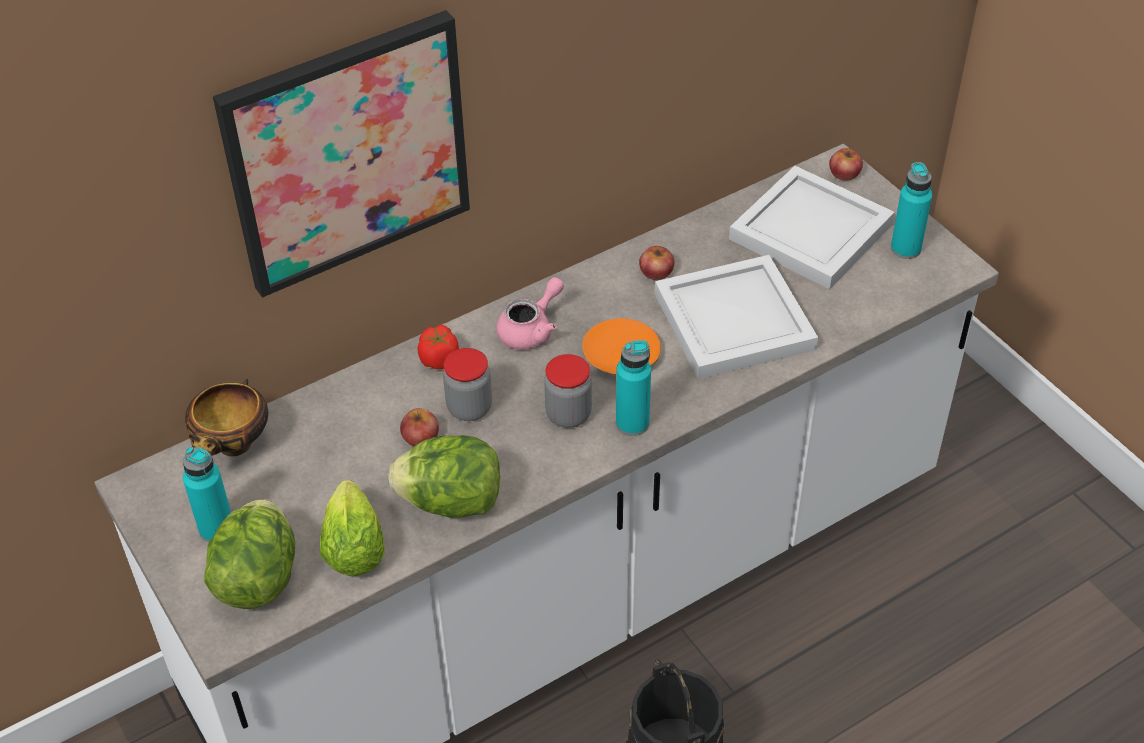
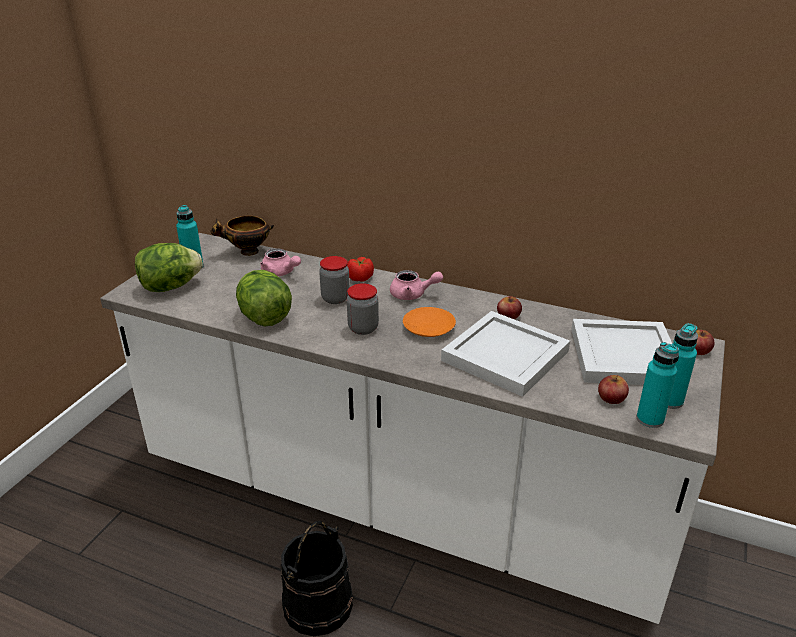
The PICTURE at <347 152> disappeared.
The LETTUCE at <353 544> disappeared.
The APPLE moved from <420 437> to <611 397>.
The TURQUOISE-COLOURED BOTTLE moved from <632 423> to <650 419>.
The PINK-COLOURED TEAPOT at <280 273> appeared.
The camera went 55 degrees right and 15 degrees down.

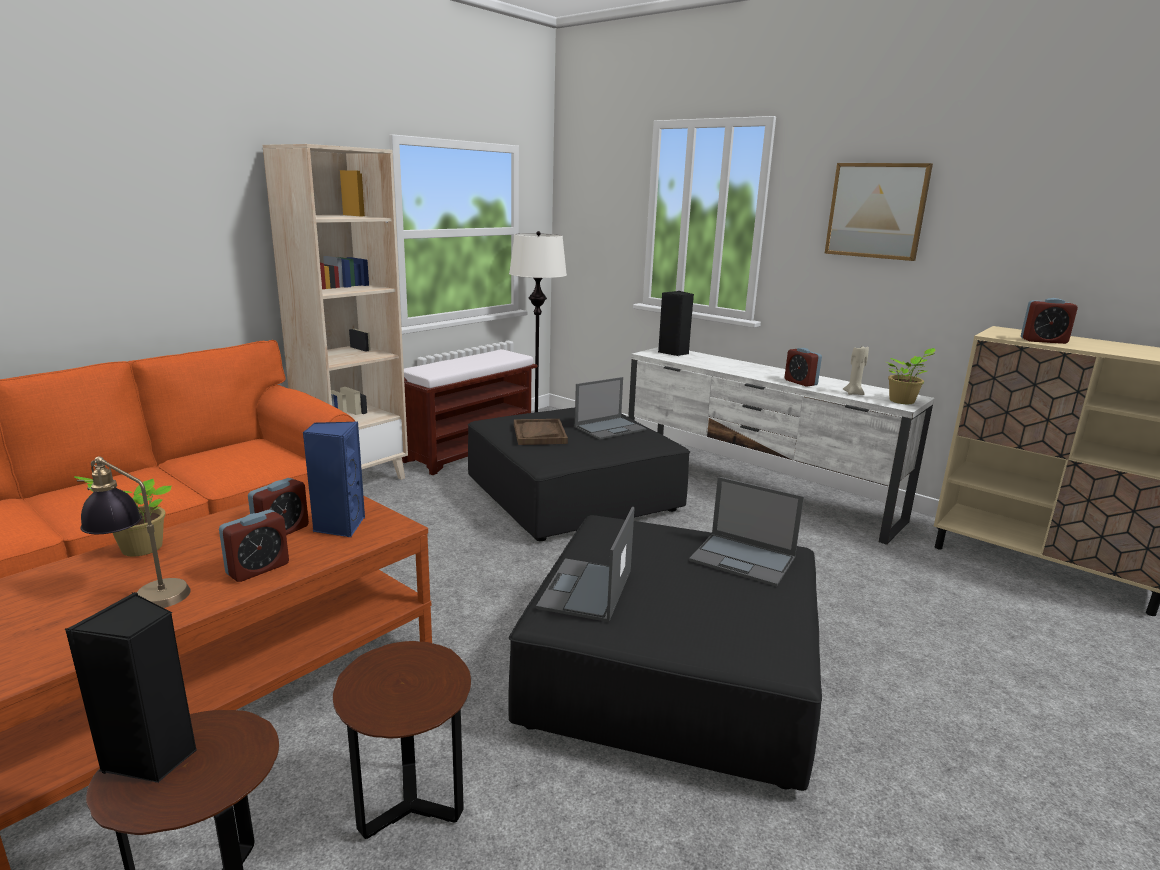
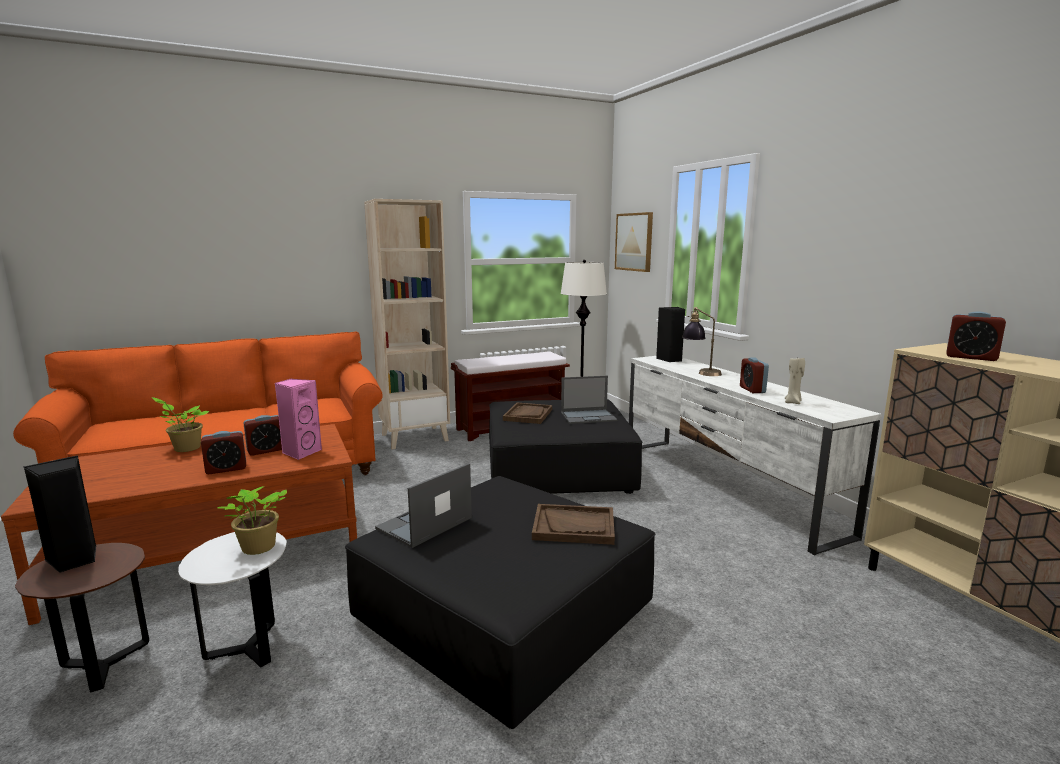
The LAMP FOR A TABLE moved from <143 593> to <700 372>.
The BLUE LOUDSPEAKER at <339 526> became the PINK-COLOURED LOUDSPEAKER at <301 452>.
The BROWN ACCENT TABLE at <410 806> became the WHITE-COLOURED ACCENT TABLE at <247 649>.
The NOTEBOOK COMPUTER at <744 559> was replaced by the BROWN SERVING TRAY at <574 526>.
The PICTURE moved from <876 211> to <634 242>.
The PLANT IN A POT moved from <903 402> to <257 548>.
The camera went 25 degrees right and 5 degrees down.

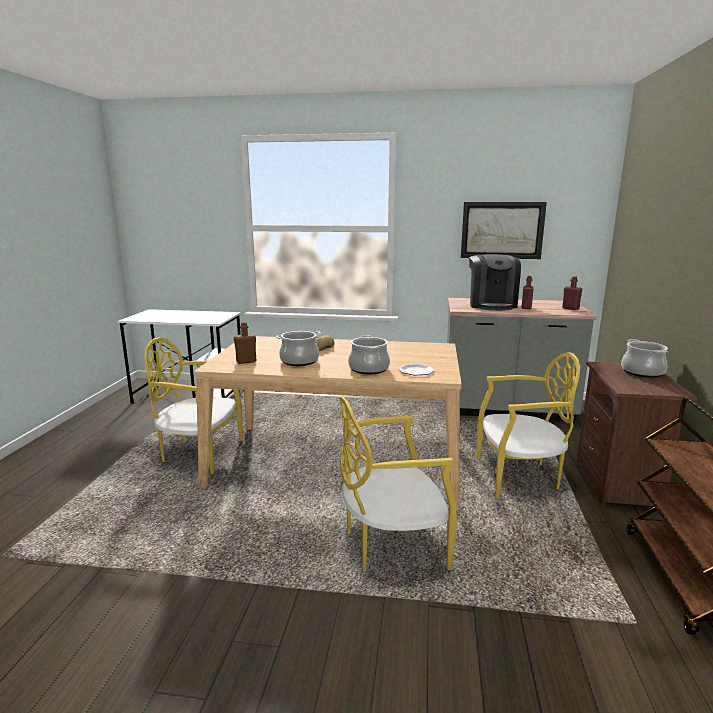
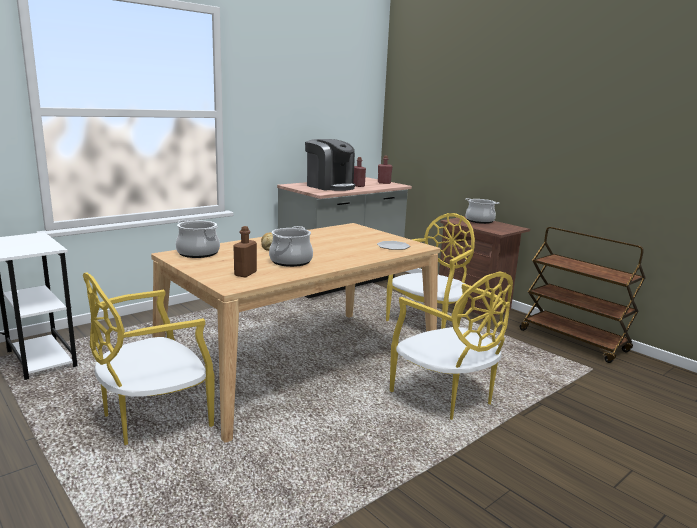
The YELLOW CHAIR at <391 545> turned 60 degrees counterclockwise.
The SAUCEPOT moved from <369 369> to <198 253>.
The PICTURE at <502 230> disappeared.
The camera went 50 degrees left and 0 degrees up.

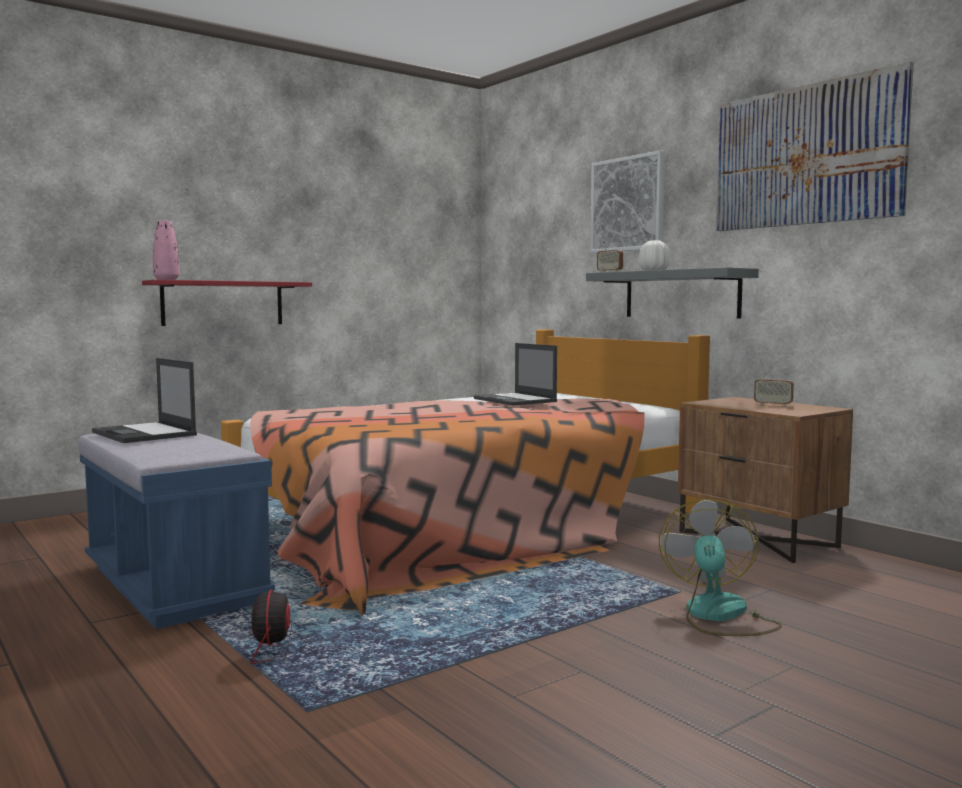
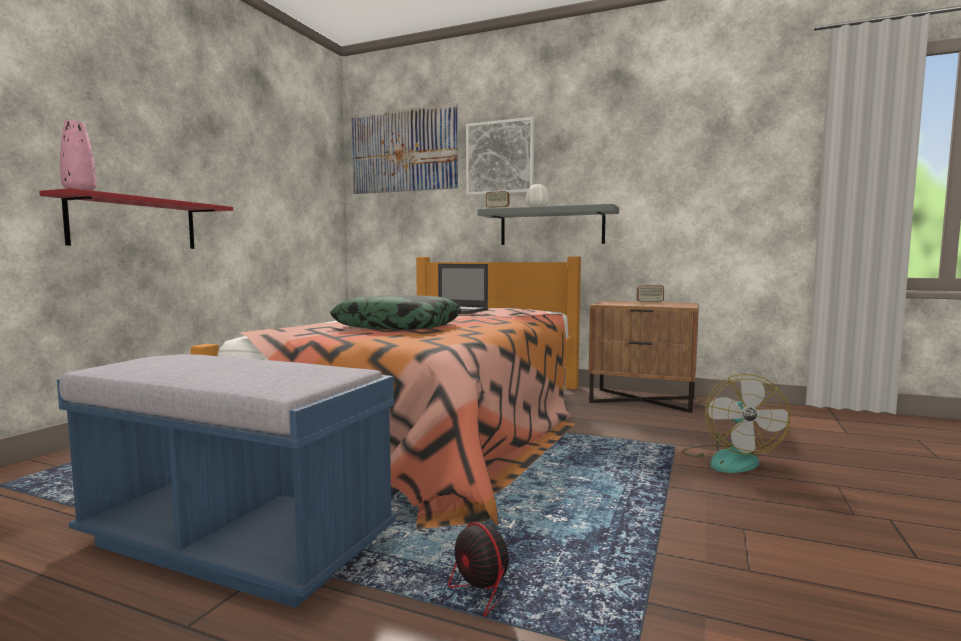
The NOTEBOOK COMPUTER at <145 434> disappeared.
The ELECTRIC FAN at <719 616> turned 150 degrees counterclockwise.
The PICTURE moved from <806 155> to <404 151>.
The THROW PILLOW at <398 326> appeared.
The camera went 30 degrees left and 0 degrees up.

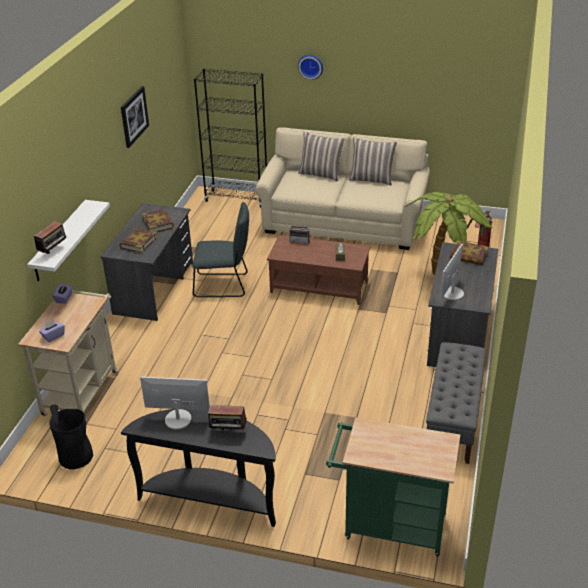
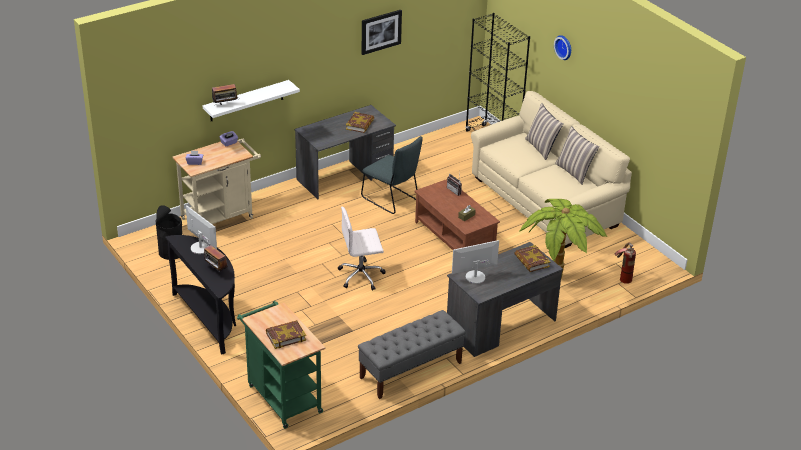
The BOUND BOOK moved from <138 242> to <285 336>.
The WHITE-COLOURED OFFICE CHAIR at <362 276> appeared.
The camera went 40 degrees right and 0 degrees up.

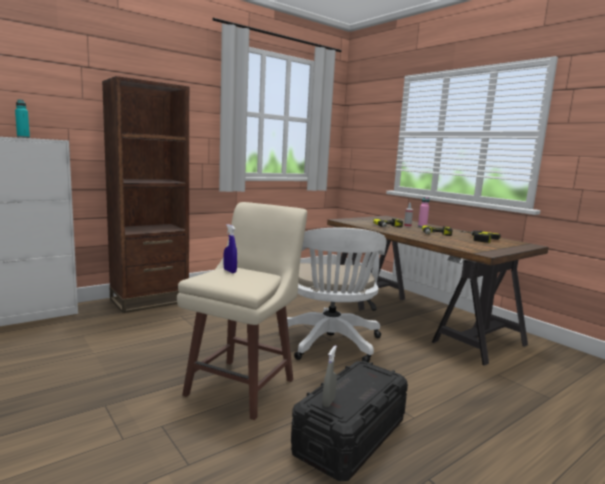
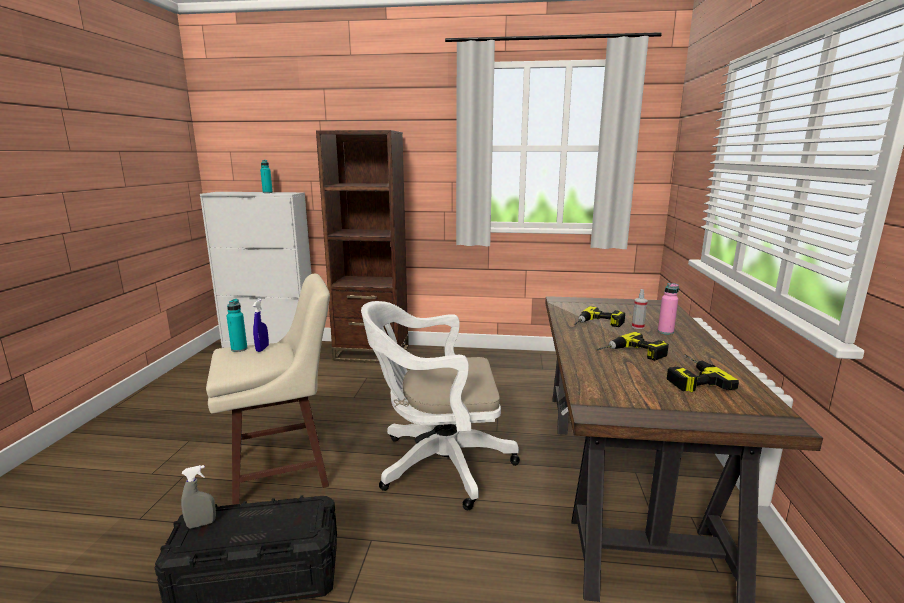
The WHITE-COLOURED OFFICE CHAIR at <330 344> turned 45 degrees clockwise.
The TURQUOISE-COLOURED BOTTLE at <239 349> appeared.
The camera went 45 degrees right and 5 degrees up.

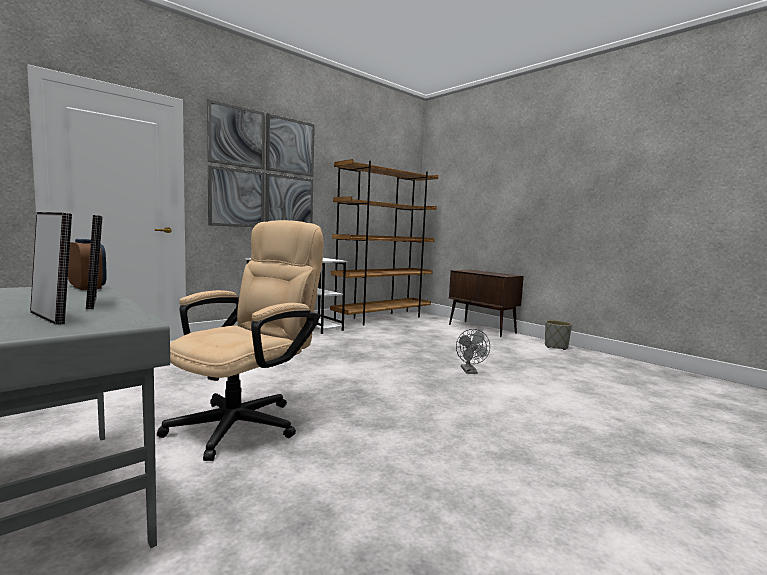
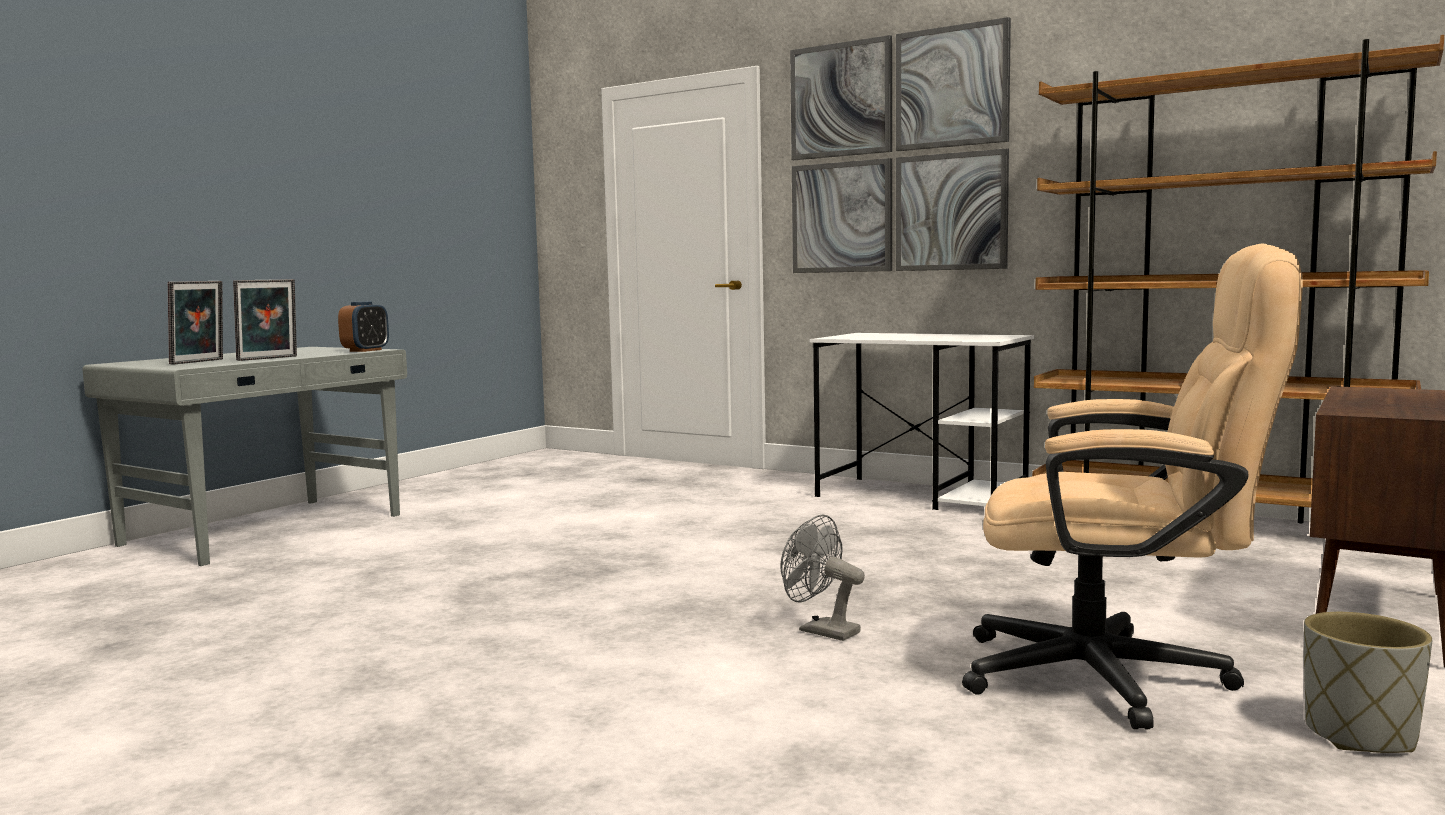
The SAND-COLOURED OFFICE CHAIR moved from <246 422> to <1120 678>.
The GRAY ELECTRIC FAN at <470 371> turned 60 degrees clockwise.
The camera went 75 degrees right and 0 degrees up.

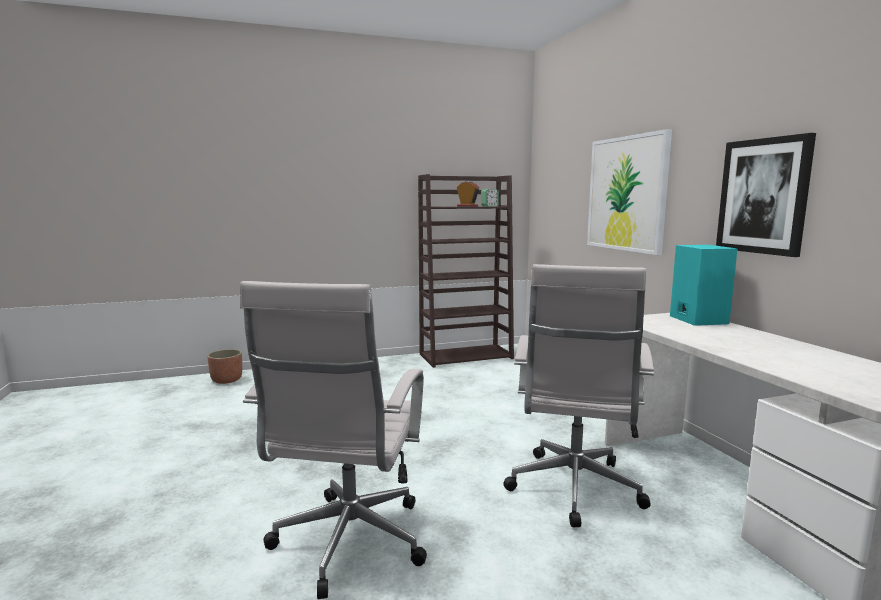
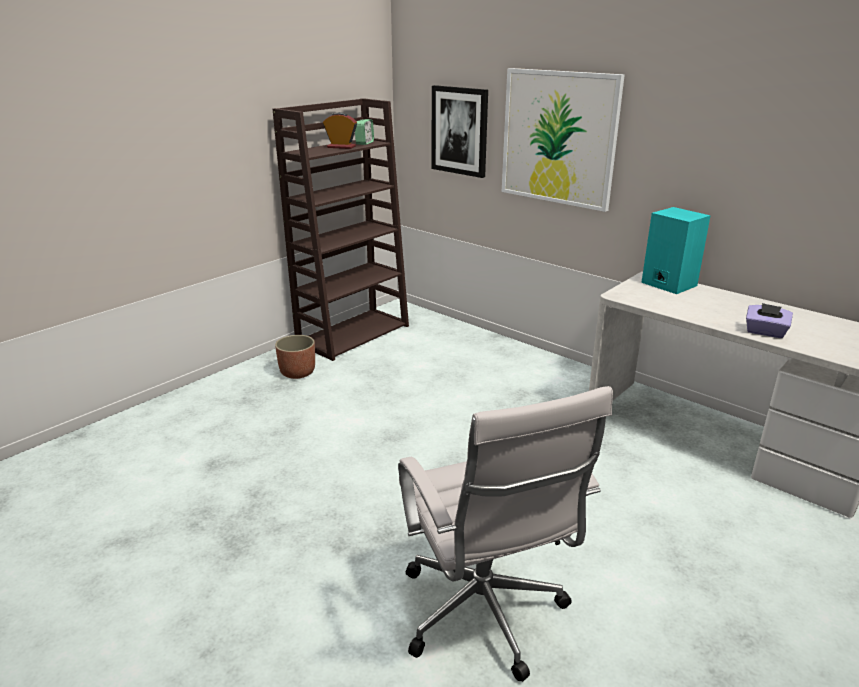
The PLANT POT moved from <227 380> to <298 372>.
The WHITE-COLOURED OFFICE CHAIR at <574 491> disappeared.
The PICTURE moved from <763 196> to <459 131>.
The PURPLE-COLOURED BOX OF TISSUES at <765 332> appeared.
The camera went 30 degrees left and 15 degrees up.

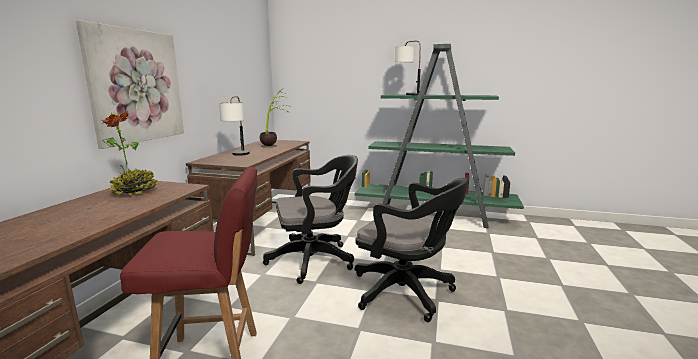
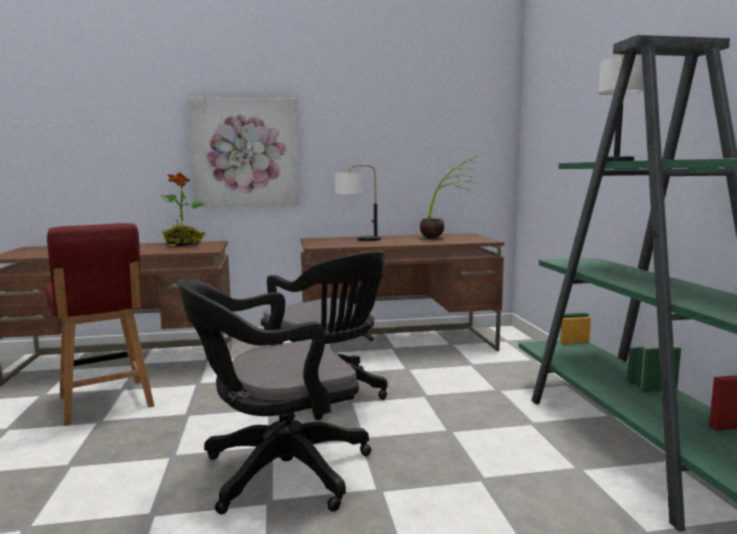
The BLACKISH OFFICE CHAIR at <407 293> turned 60 degrees clockwise.
The camera went 65 degrees right and 5 degrees down.

